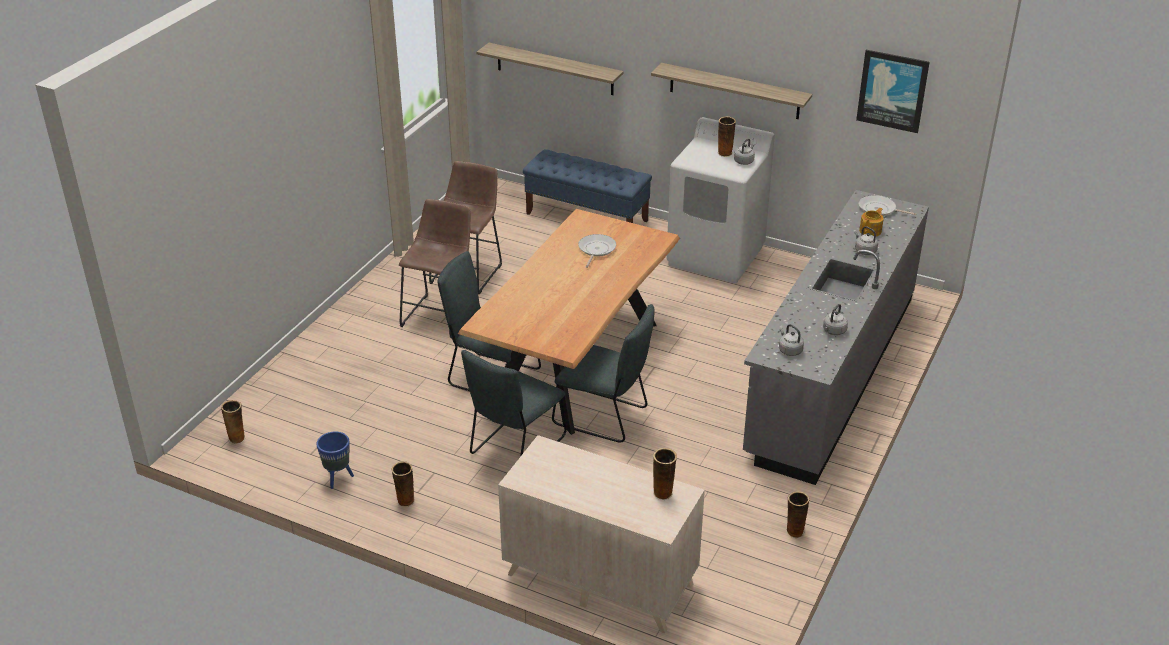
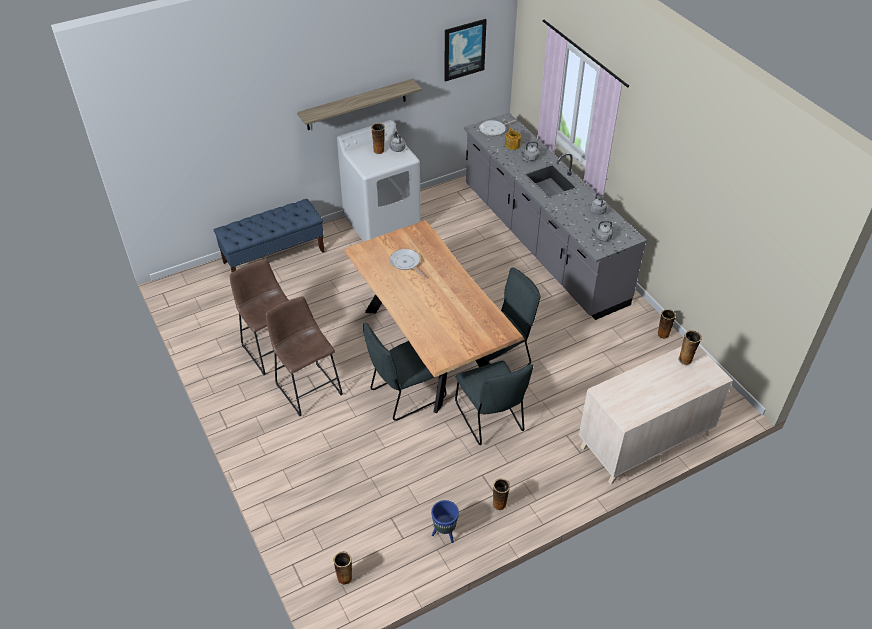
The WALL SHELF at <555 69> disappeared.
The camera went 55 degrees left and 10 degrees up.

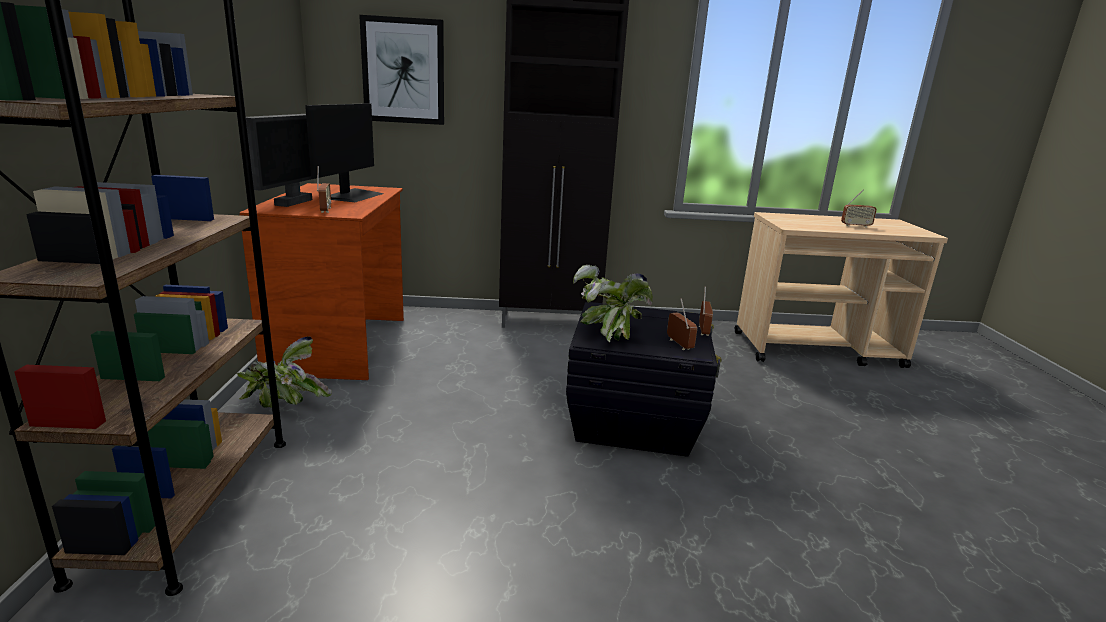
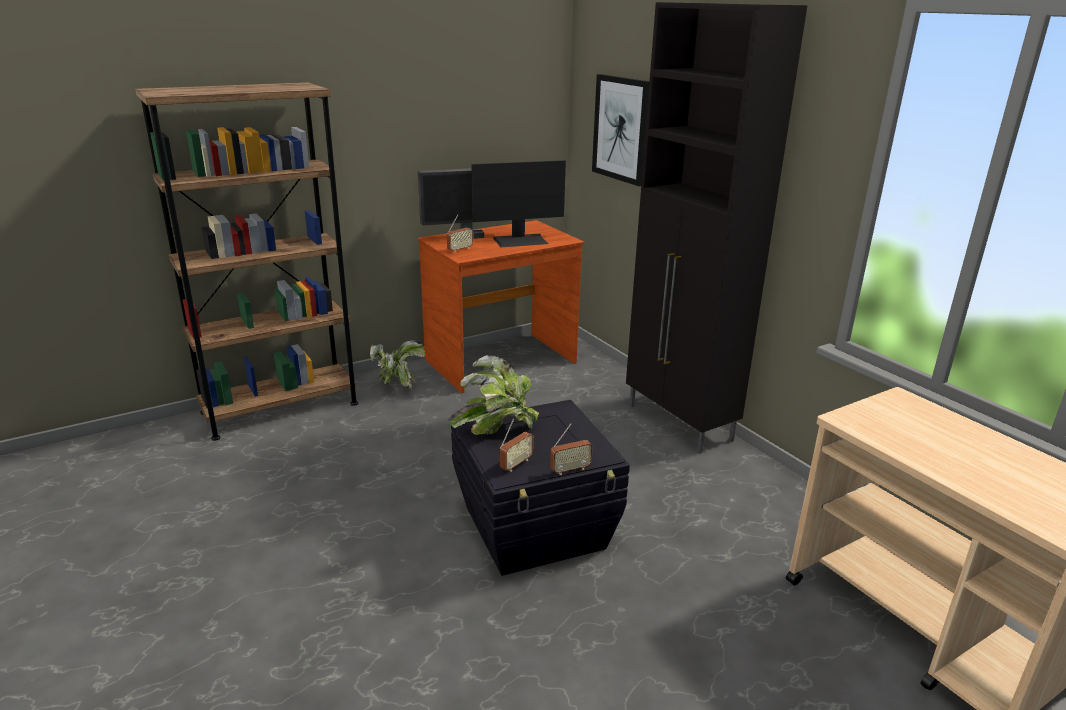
The RADIO at <856 226> disappeared.
The camera went 60 degrees right and 5 degrees up.

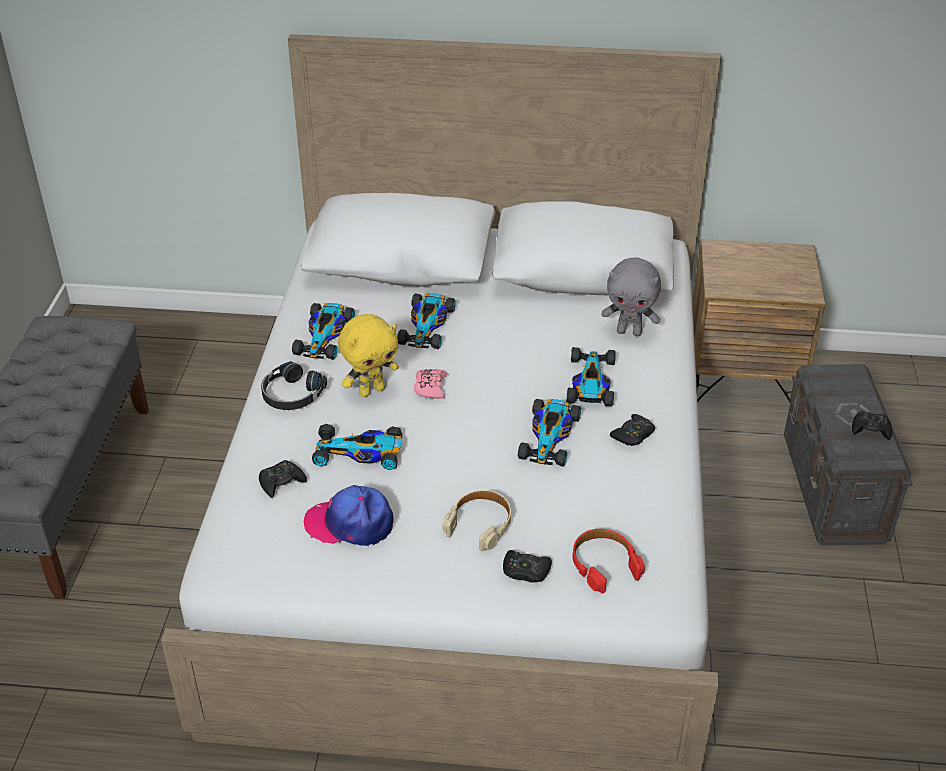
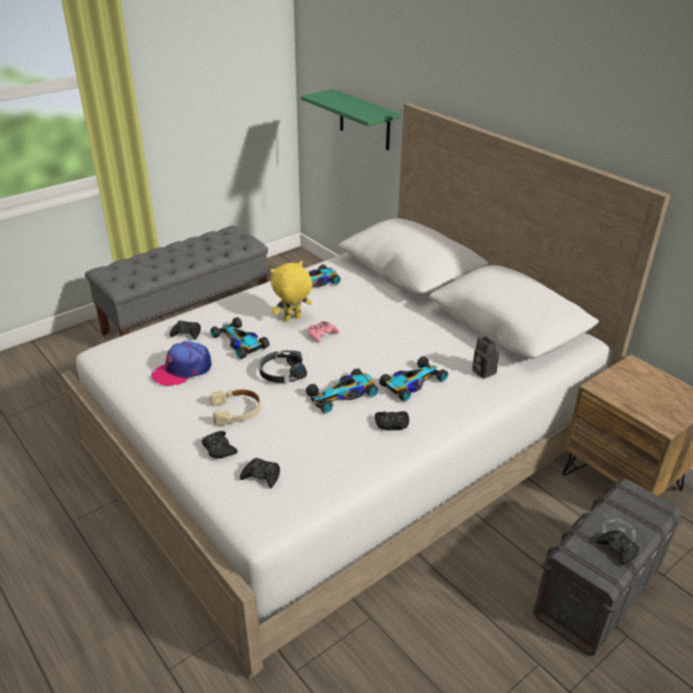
The BLACKISH PAIR OF HEADPHONES moved from <291 395> to <282 372>.
The PEAKED CAP at <350 523> turned 90 degrees counterclockwise.
The YELLOW SOFT TOY at <371 390> turned 135 degrees clockwise.
The MINIATURE CAR at <427 325> disappeared.
The REDDISH PAIR OF HEADPHONES at <604 565> was replaced by the BLACKISH GAMEPAD at <261 476>.
The GRAY SOFT TOY at <629 332> was replaced by the STILL CAMERA at <482 371>.
The GREEN WALL SHELF at <364 120> appeared.
The camera went 45 degrees right and 5 degrees down.

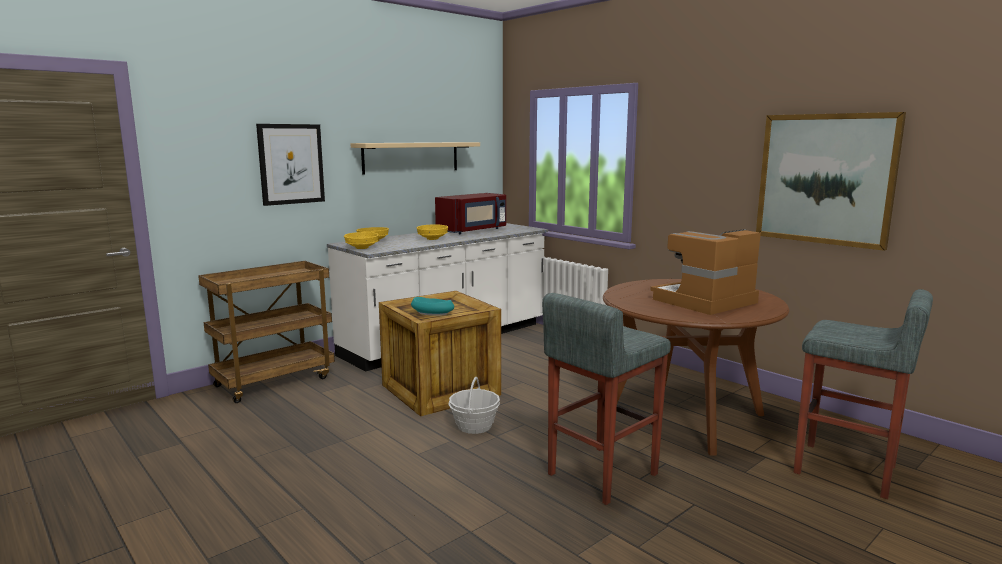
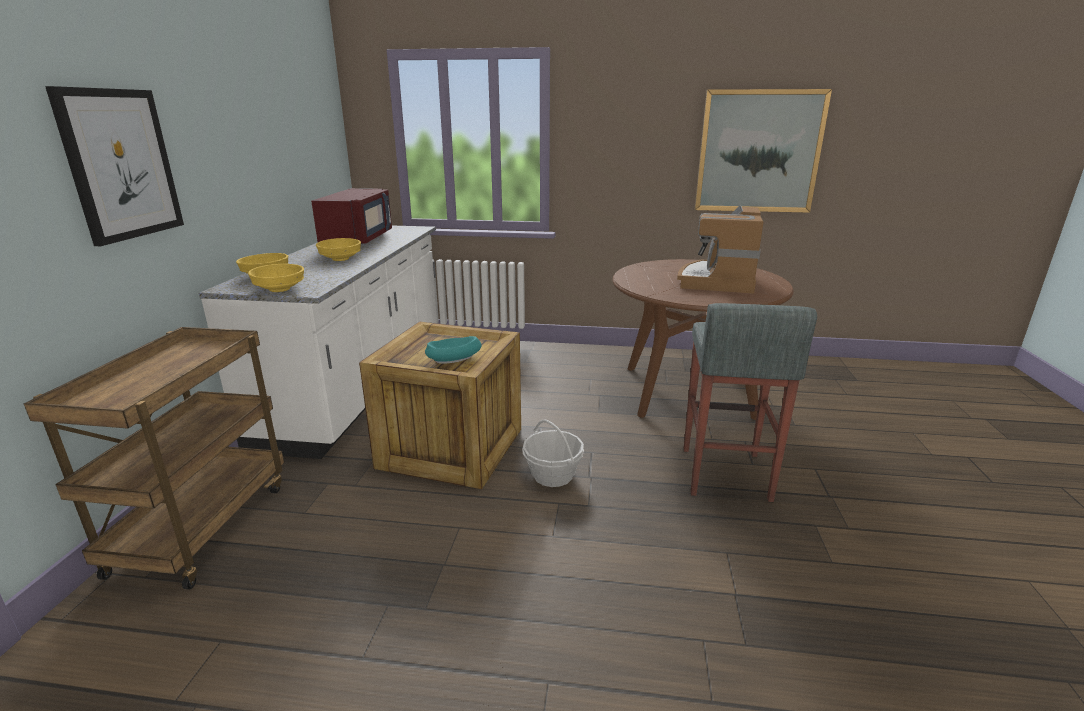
The SAND-COLOURED WALL SHELF at <411 157> disappeared.
The GRAY SITTING STOOL at <846 470> disappeared.
The camera went 40 degrees left and 10 degrees up.

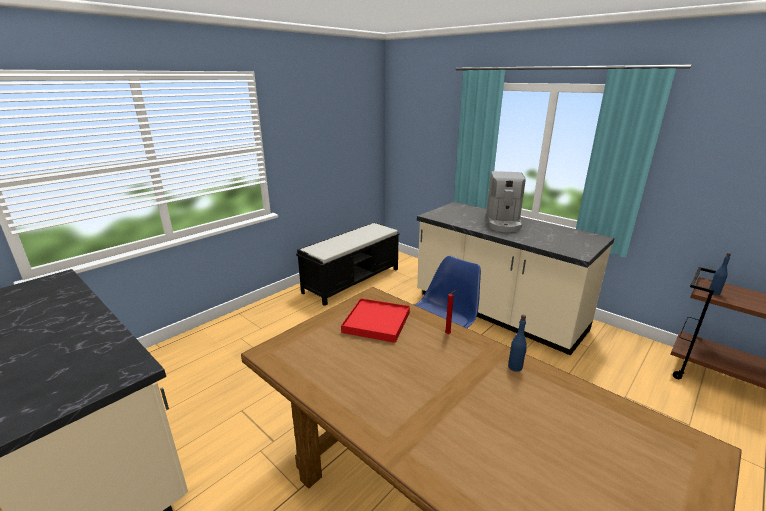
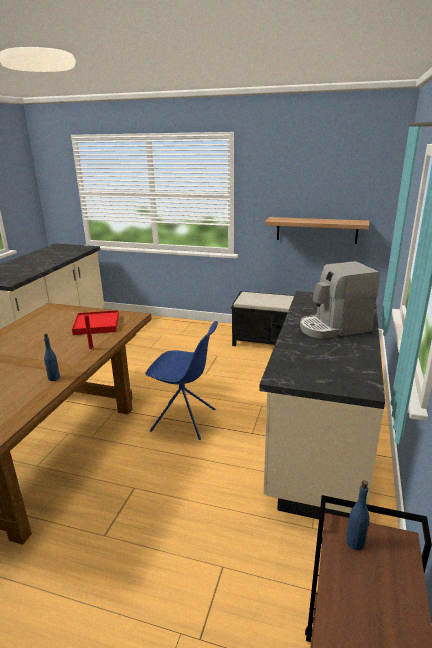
The WALL SHELF at <316 230> appeared.
The camera went 65 degrees right and 0 degrees up.

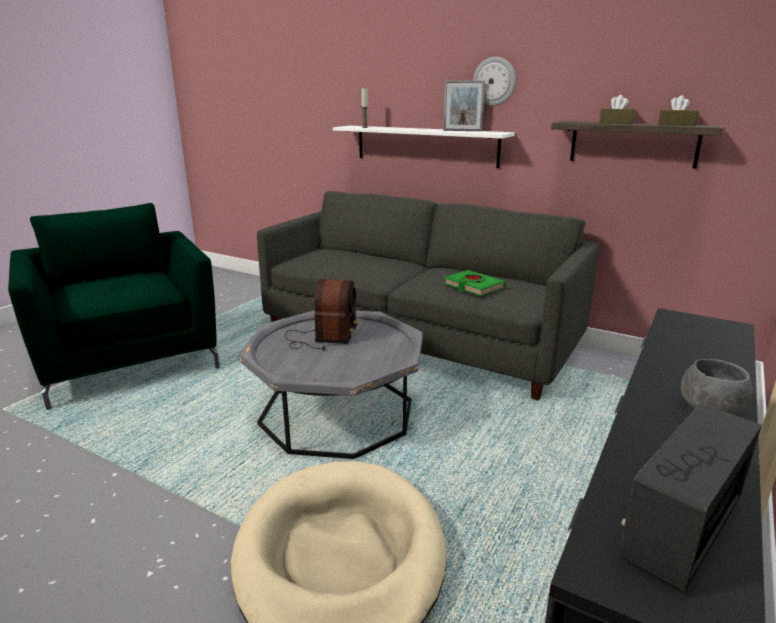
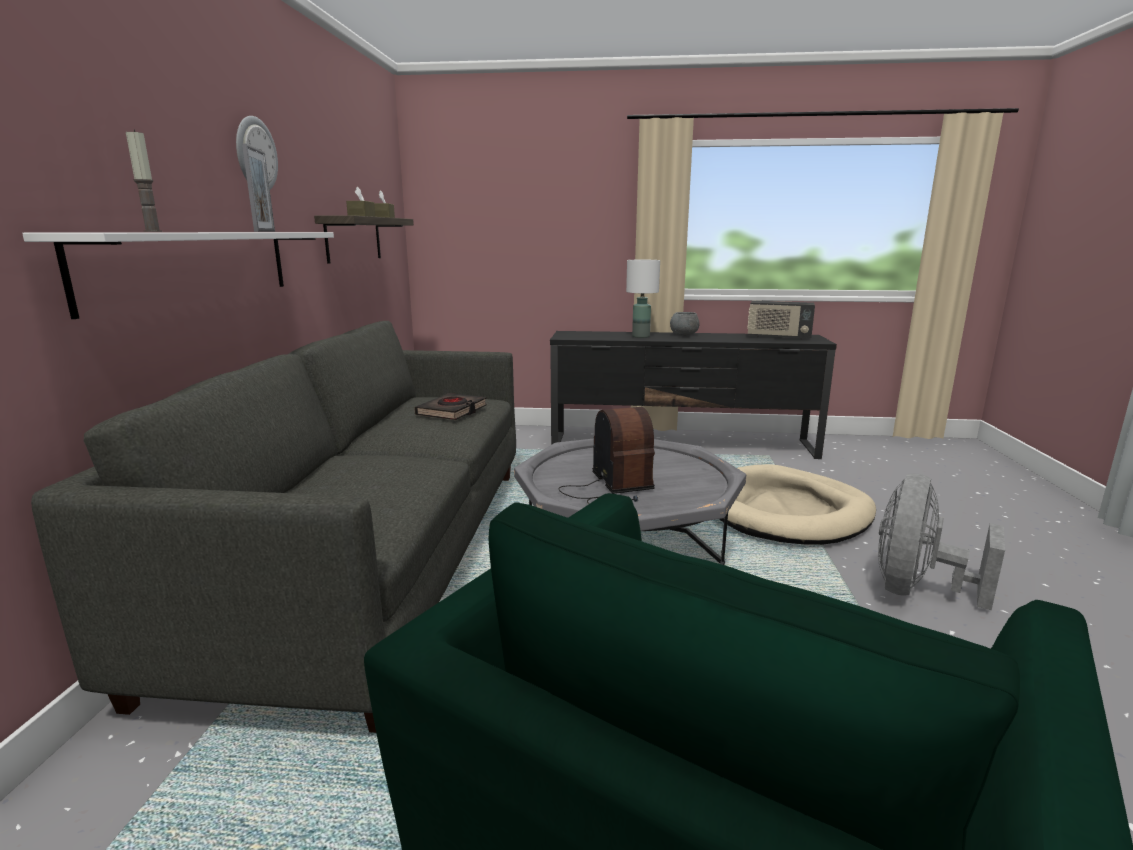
The RADIO at <323 337> turned 90 degrees clockwise.
The GREEN BOUND BOOK at <473 286> became the BLACKISH BOUND BOOK at <452 411>.
The WHITE-COLOURED LAMP FOR A TABLE at <641 336> appeared.
The GRAY ELECTRIC FAN at <917 590> appeared.
The camera went 115 degrees left and 5 degrees down.

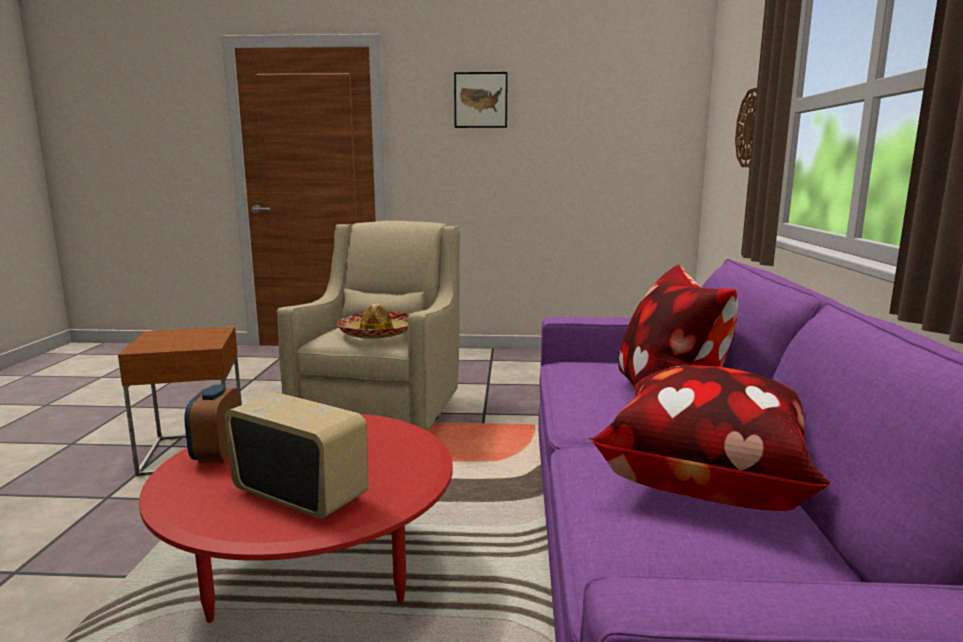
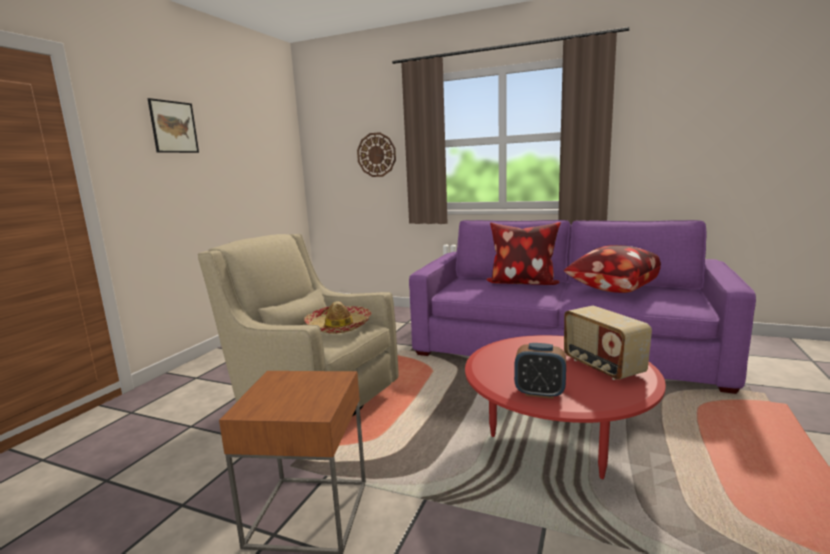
The RADIO at <301 495> turned 75 degrees counterclockwise.
The camera went 70 degrees left and 0 degrees up.

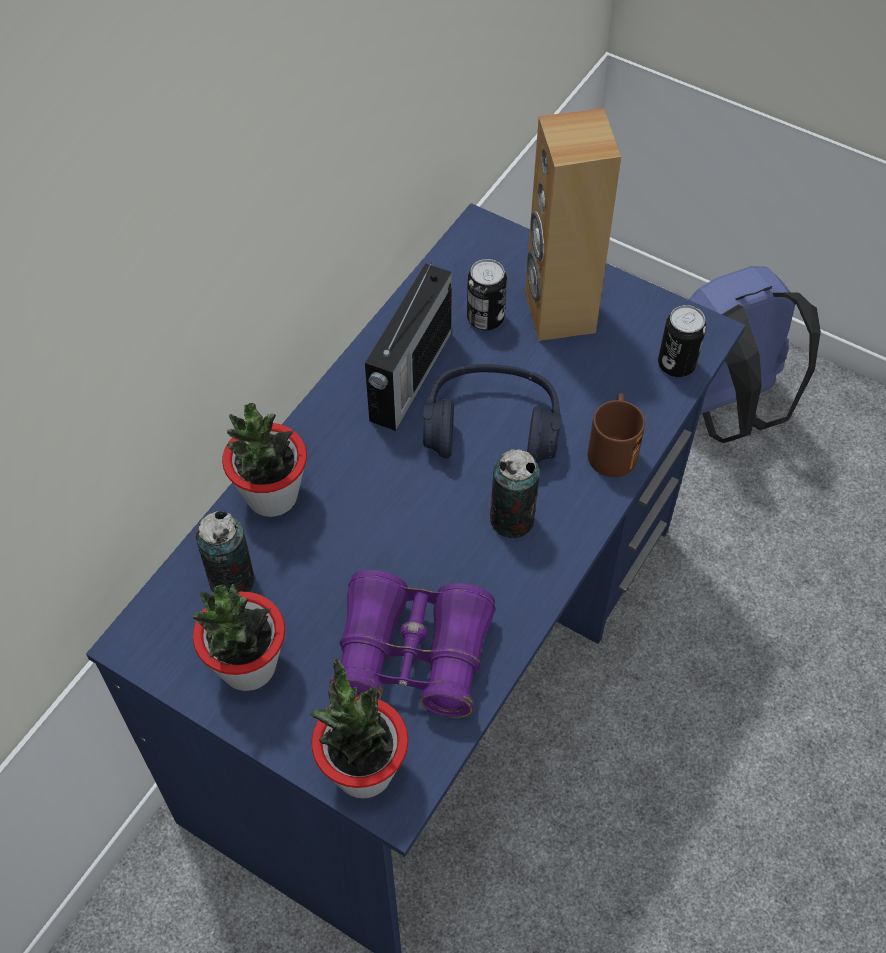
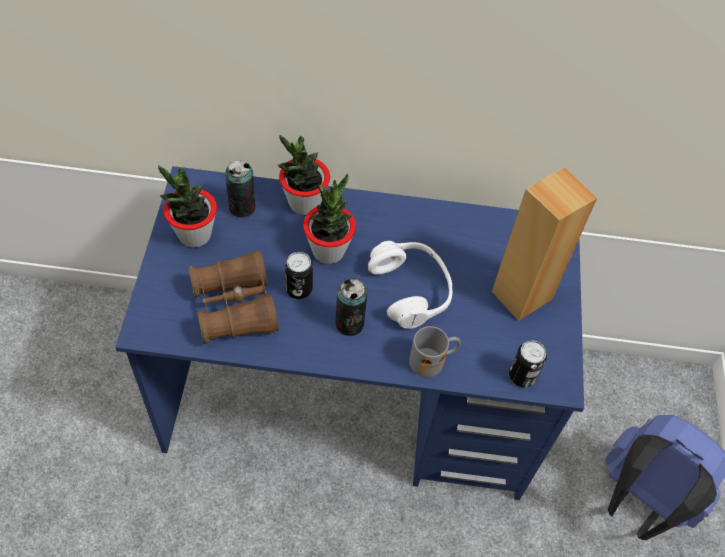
The PLANT IN A POT moved from <363 770> to <328 251>.
The PURPLE-COLOURED PAIR OF BINOCULARS at <412 655> became the BROWN PAIR OF BINOCULARS at <234 307>.
The RADIO at <409 378> disappeared.
The BLUE PAIR OF HEADPHONES at <492 427> became the WHITE-COLOURED PAIR OF HEADPHONES at <410 290>.
The CAN moved from <485 318> to <299 289>.
The BROWN TEA MUG at <612 447> became the GRAY TEA MUG at <433 360>.
The camera went 60 degrees right and 0 degrees up.

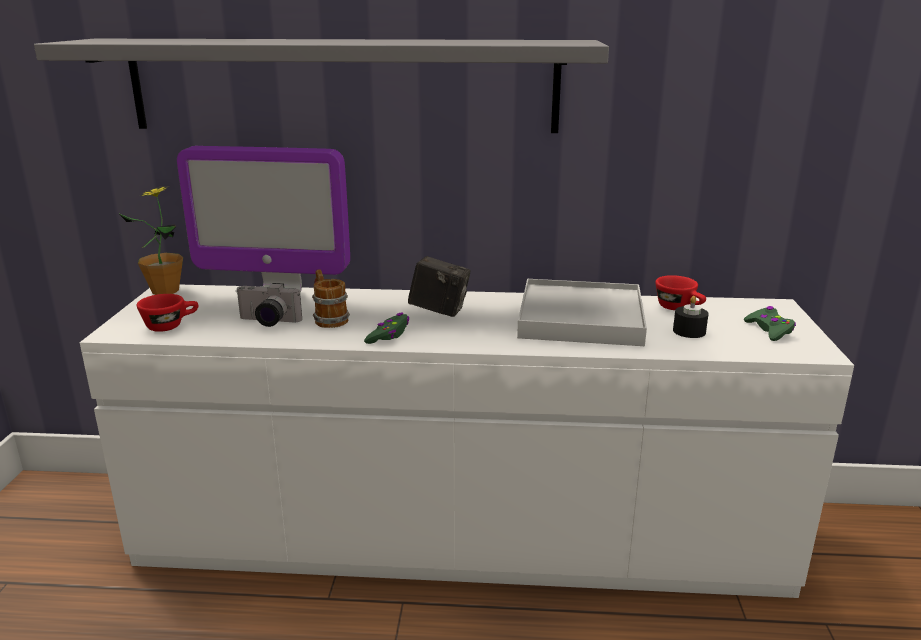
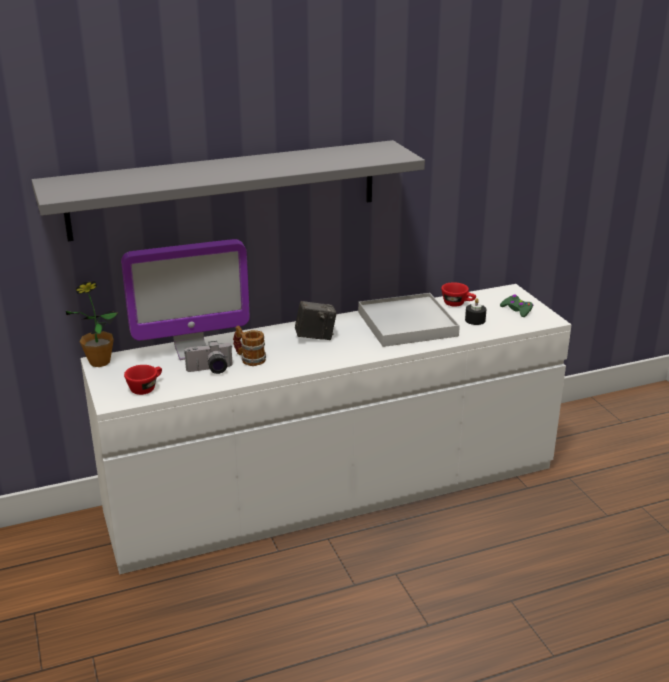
The GREEN GAMEPAD at <388 335> disappeared.
The camera went 25 degrees left and 5 degrees up.

